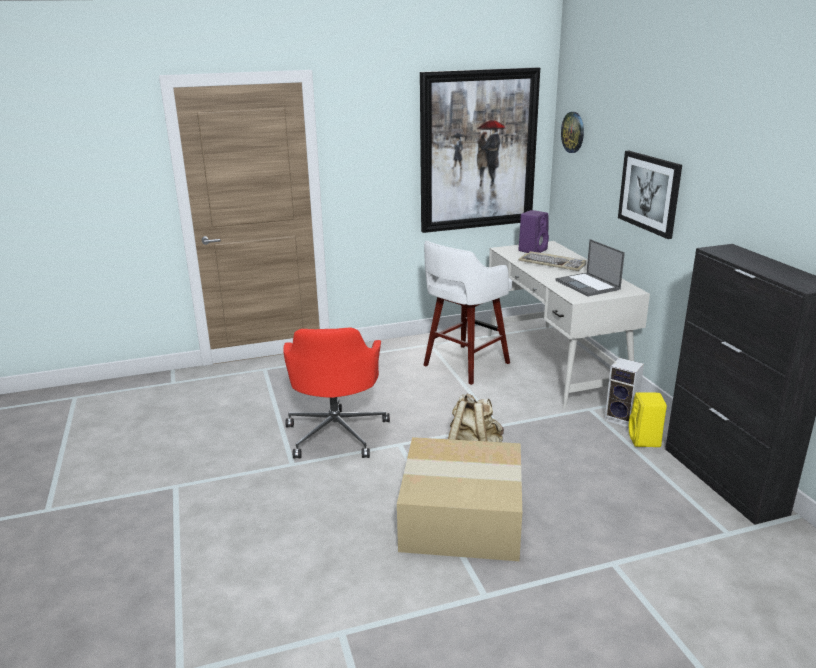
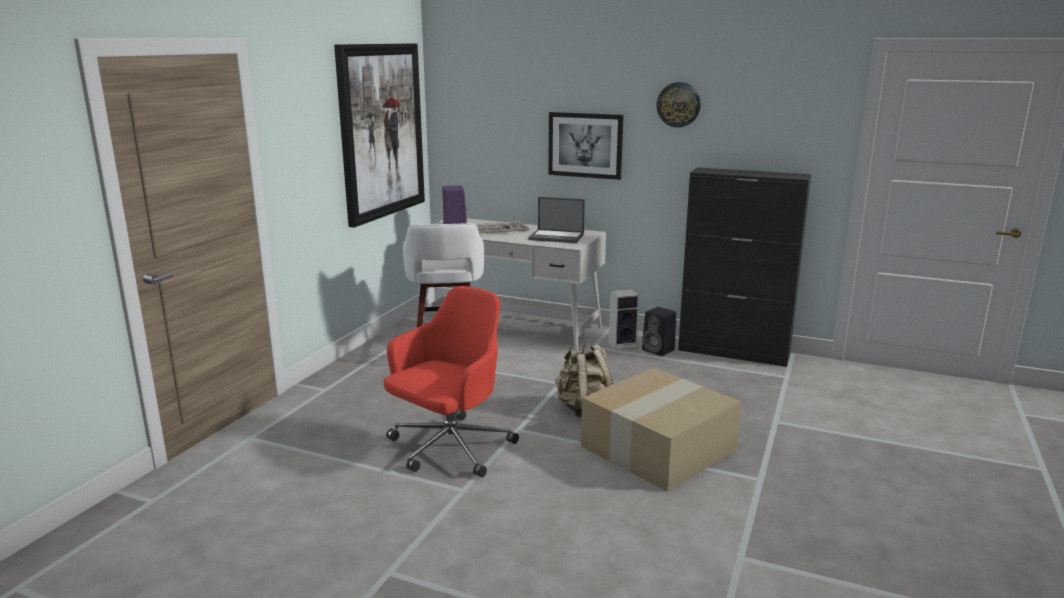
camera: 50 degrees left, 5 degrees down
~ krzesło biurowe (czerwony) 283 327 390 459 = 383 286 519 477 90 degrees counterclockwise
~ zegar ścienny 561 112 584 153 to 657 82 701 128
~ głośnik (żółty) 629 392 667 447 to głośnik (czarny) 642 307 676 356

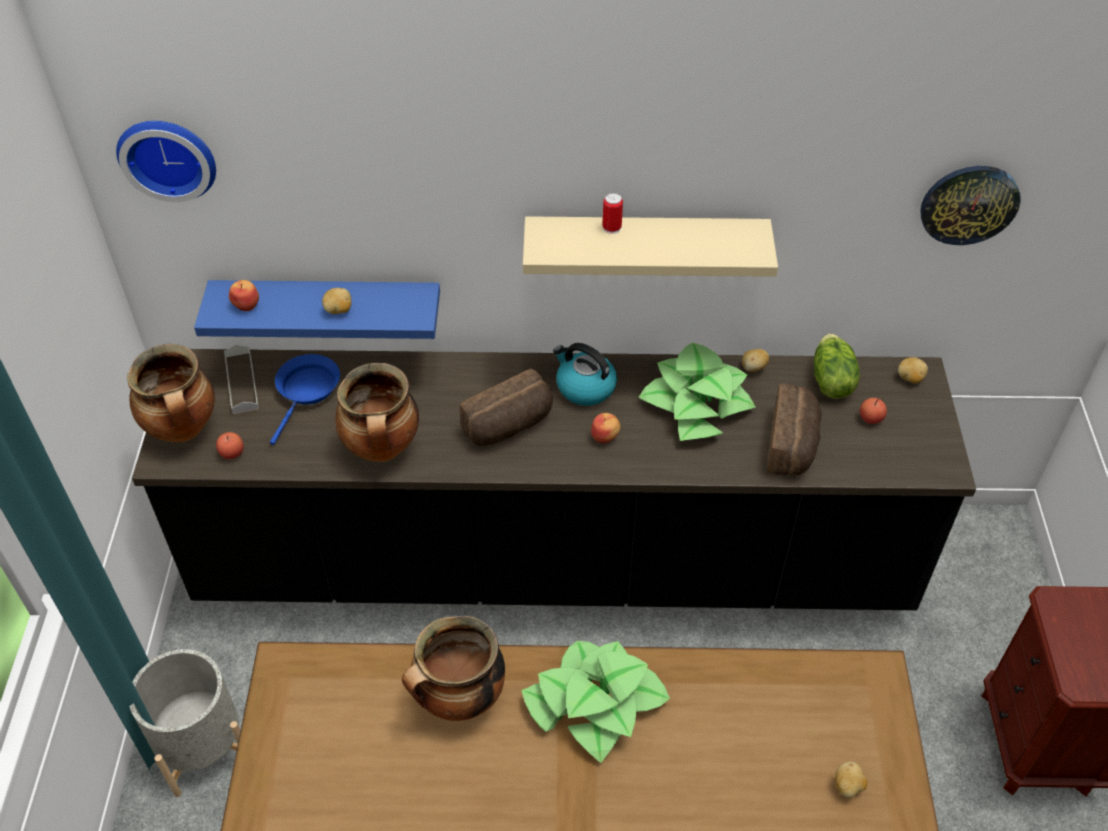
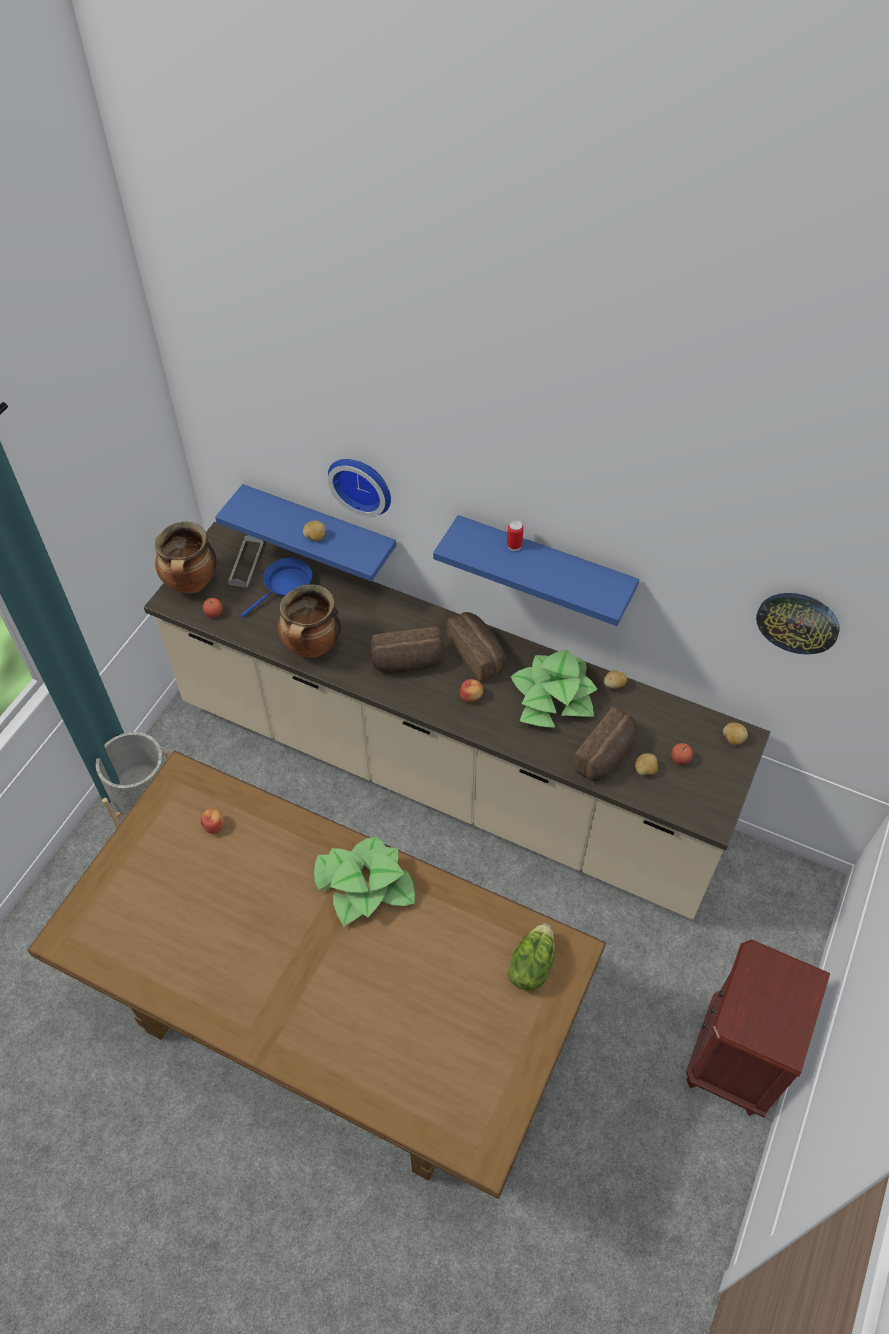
camera: 25 degrees right, 5 degrees up
~ zegar ścienny 116 121 216 202 to 328 459 391 517
~ zabudowa kuchenna (czarny) 132 349 976 610 to zabudowa kuchenna (beżowy) 144 522 771 920
~ jabłko 229 280 259 311 to 200 808 224 834
- garnek 402 616 505 721
~ półka (beżowy) 523 216 778 277 to półka (niebieski) 433 515 639 626
~ czajnik 553 343 617 406 to chleb 447 612 506 682
~ sałata 814 334 860 399 to 508 923 555 991
~ ziemniak 835 762 868 798 to 635 753 658 775

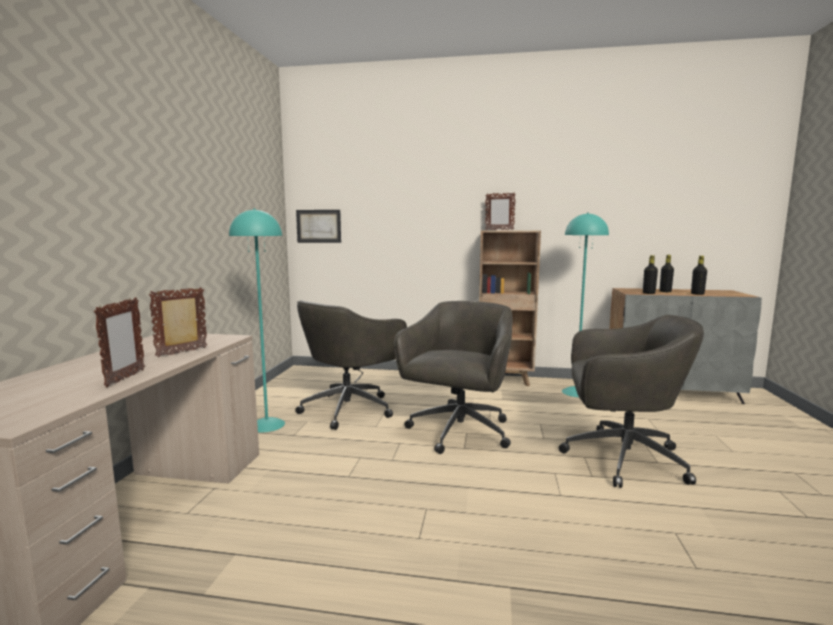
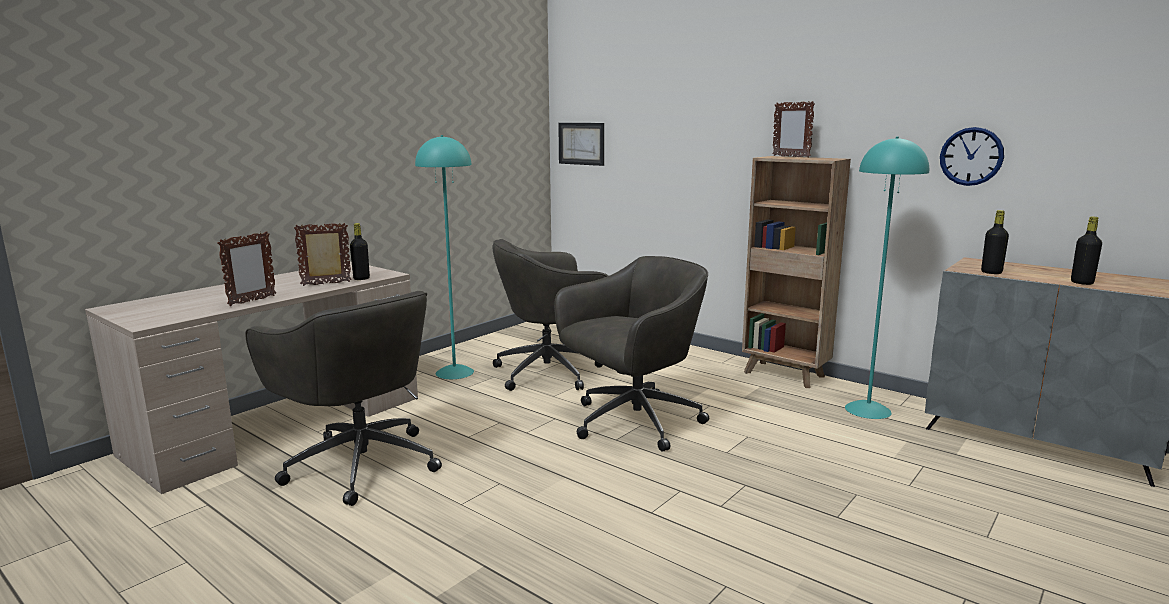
camera: 30 degrees right, 5 degrees up
~ krzesło biurowe (szary) 558 315 704 488 to 245 291 442 506
~ butelka (czarny) 660 255 674 292 to 350 223 370 280
+ zegar ścienny 940 127 1004 186

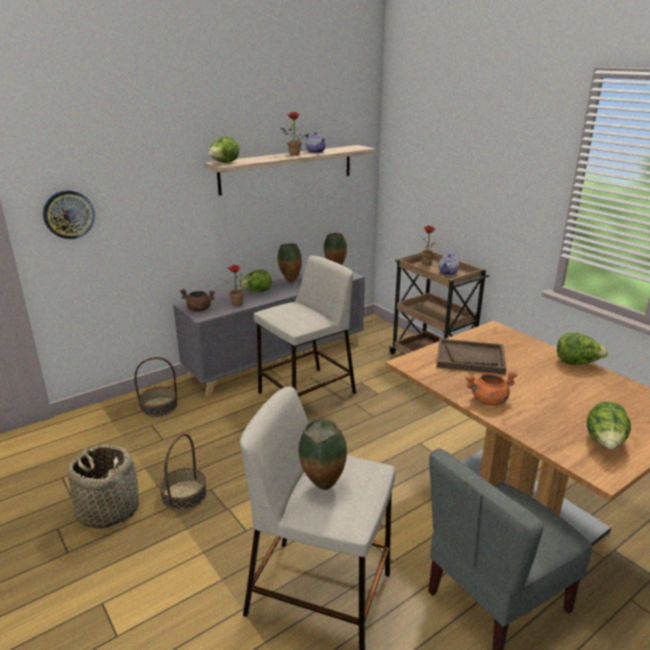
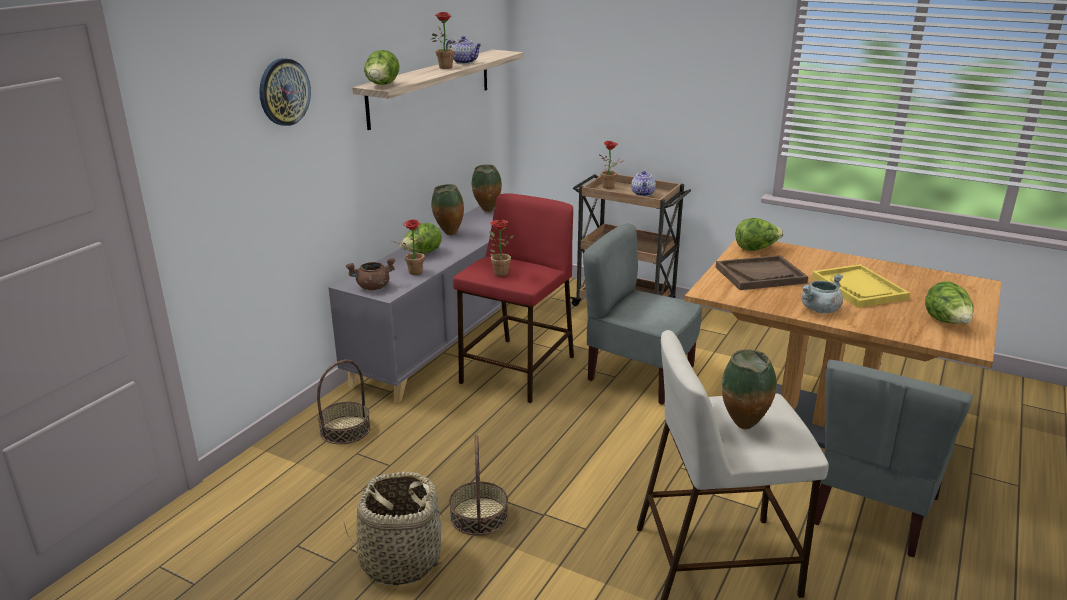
camera: 25 degrees left, 0 degrees up
~ zegar ścienny 43 190 95 239 to 259 58 311 126
~ stołek (beżowy) 254 256 356 396 to stołek (czerwony) 453 194 574 403
~ garnek (pomarańczowy) 465 372 518 406 to garnek (szary) 801 274 843 313
~ sałata 557 333 609 365 to 736 218 784 251
+ roślina doniczkowa 489 220 514 277
+ krzesło (szary) 583 224 702 405
+ taca (żółty) 812 264 910 308

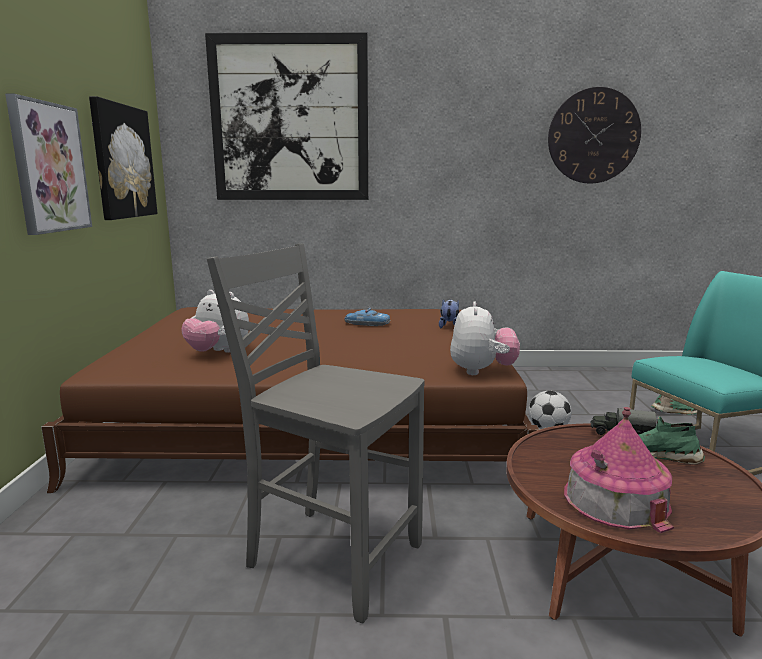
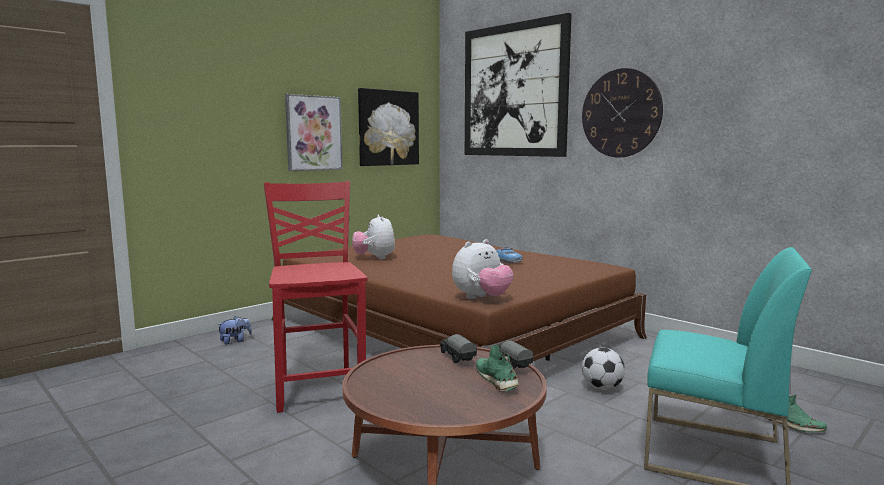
camera: 45 degrees right, 5 degrees down
~ krzesło (szary) 207 243 425 623 to krzesło (czerwony) 264 181 367 413
~ pluszak 439 299 459 328 to 217 316 252 344
~ zegar ścienny 548 87 641 183 to 582 68 663 157
- domek 564 407 674 533
+ ciężarówka zabawkowa 440 334 477 363

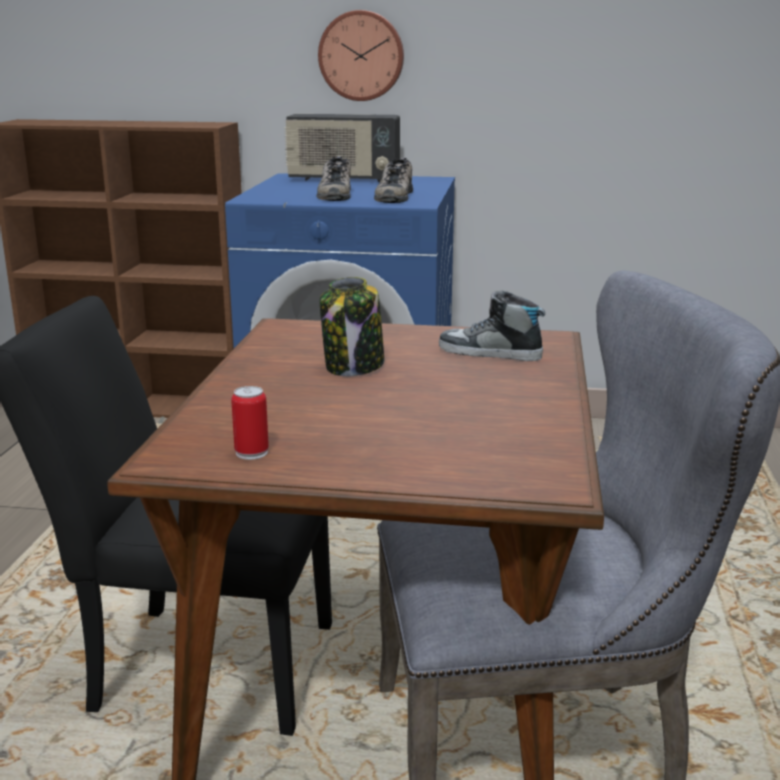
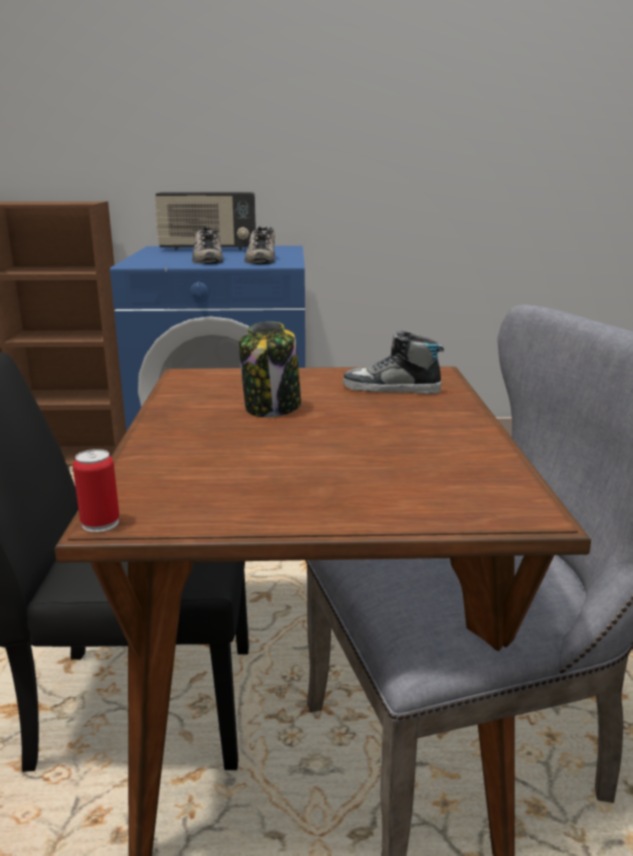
camera: 10 degrees left, 0 degrees up
~ puszka 231 386 269 460 to 73 449 119 533
- zegar ścienny 318 10 404 101

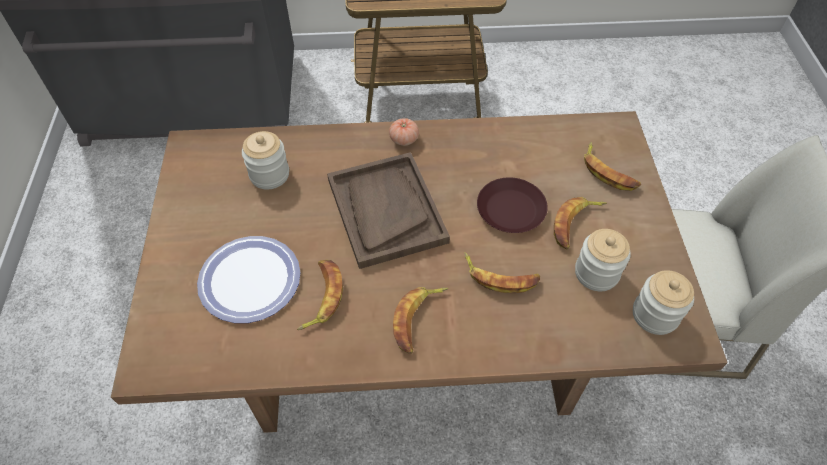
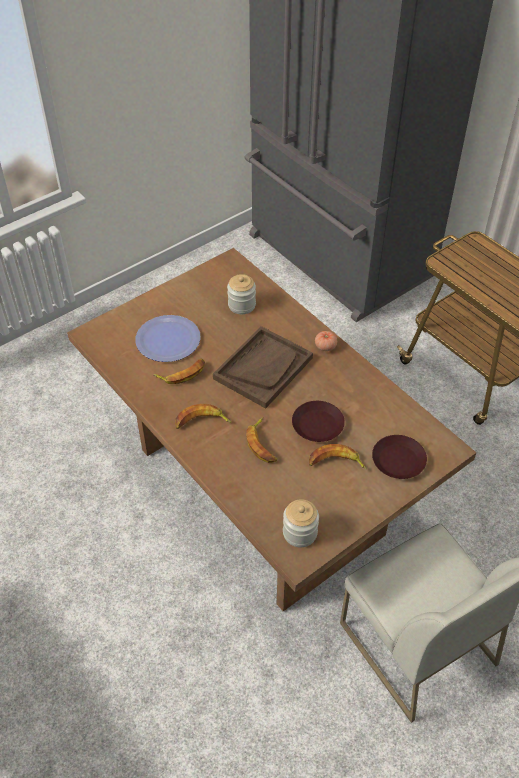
camera: 55 degrees right, 5 degrees down
- słoik 575 229 631 291
~ banan 584 142 641 191 to talerz (brązowy) 372 435 427 479

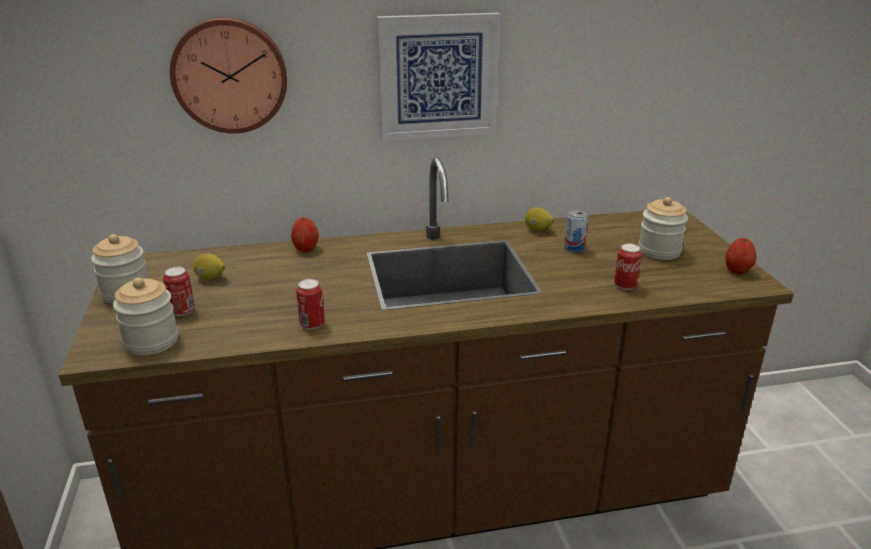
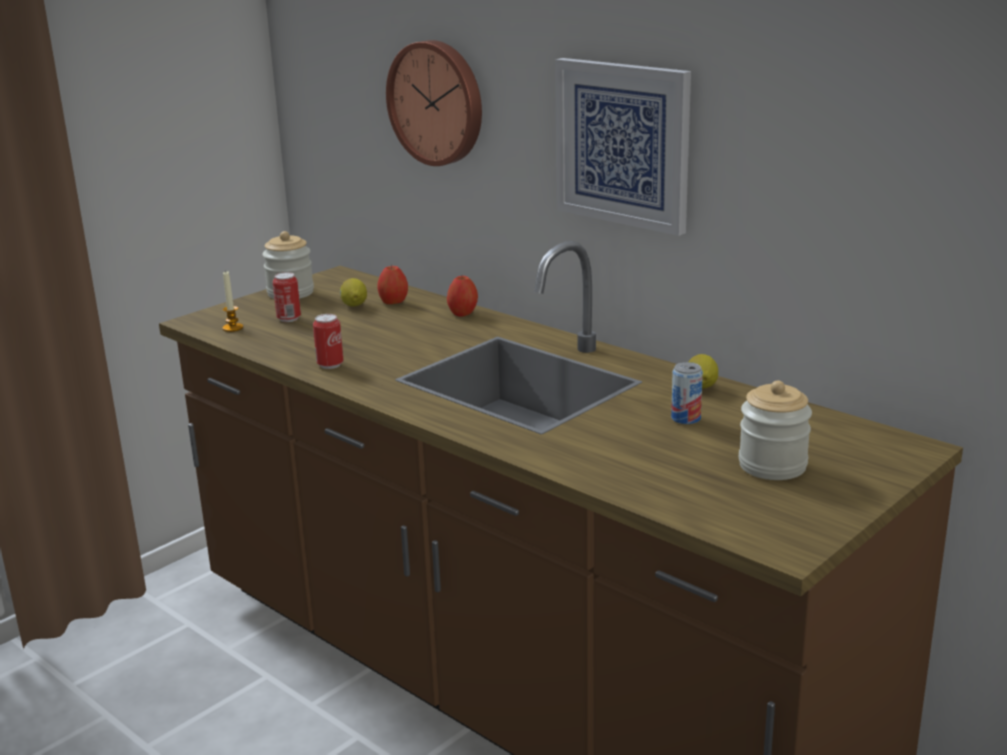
camera: 55 degrees right, 5 degrees down
~ słoik 113 277 178 355 to świeca 223 271 243 332
- puszka 614 243 642 290
~ jabłko 725 238 757 275 to 377 265 408 304

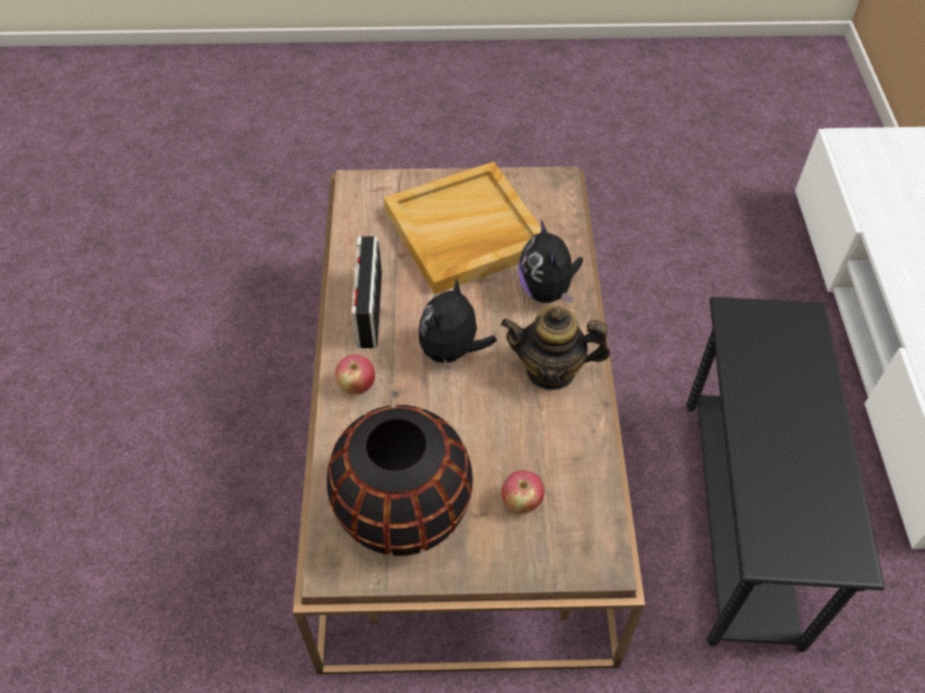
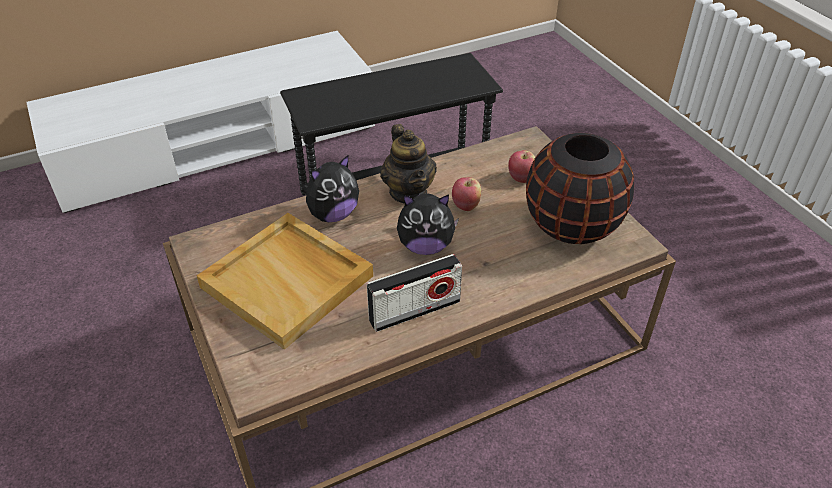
camera: 115 degrees left, 10 degrees down
~ jabłko 335 355 375 395 to 452 177 481 211

